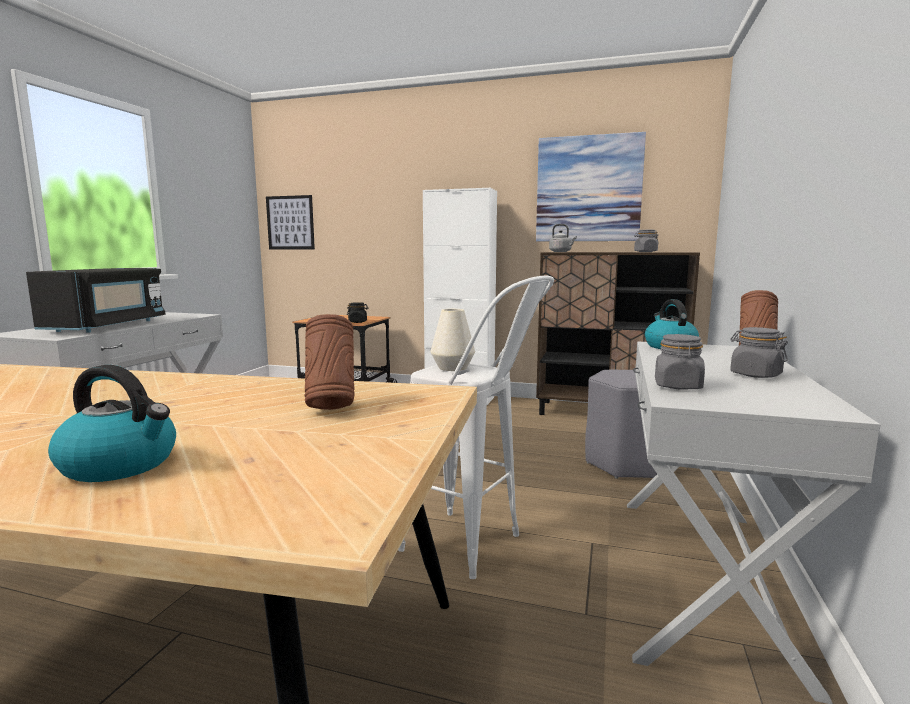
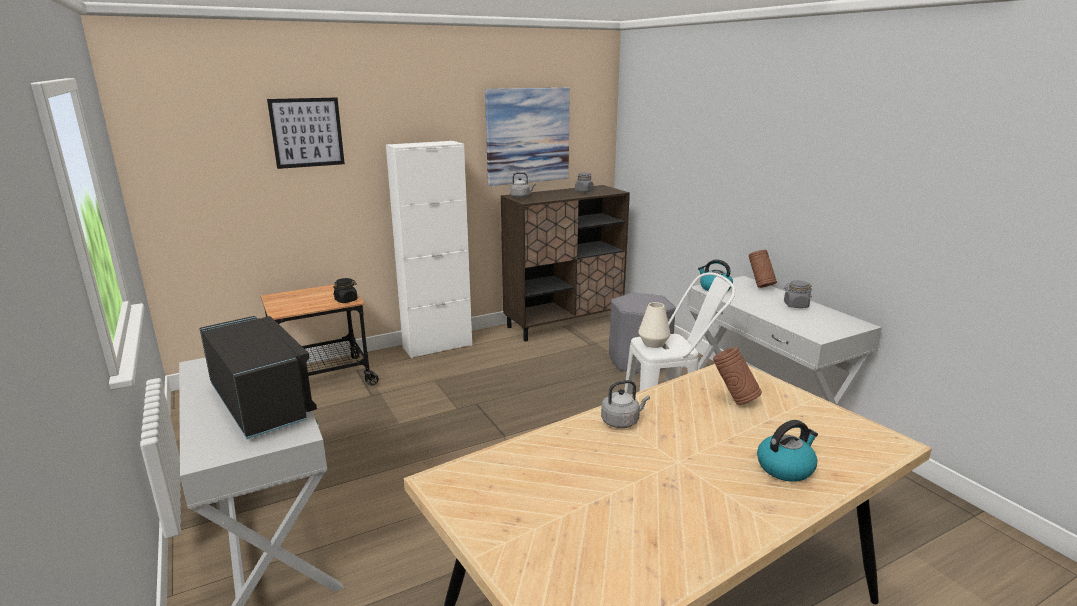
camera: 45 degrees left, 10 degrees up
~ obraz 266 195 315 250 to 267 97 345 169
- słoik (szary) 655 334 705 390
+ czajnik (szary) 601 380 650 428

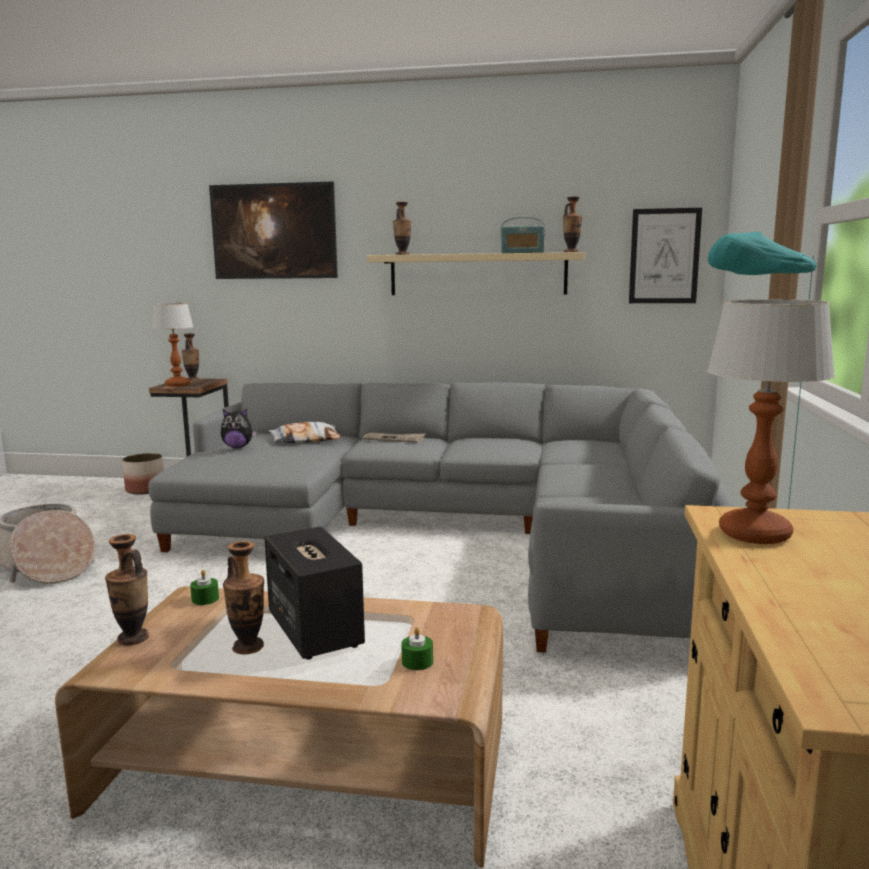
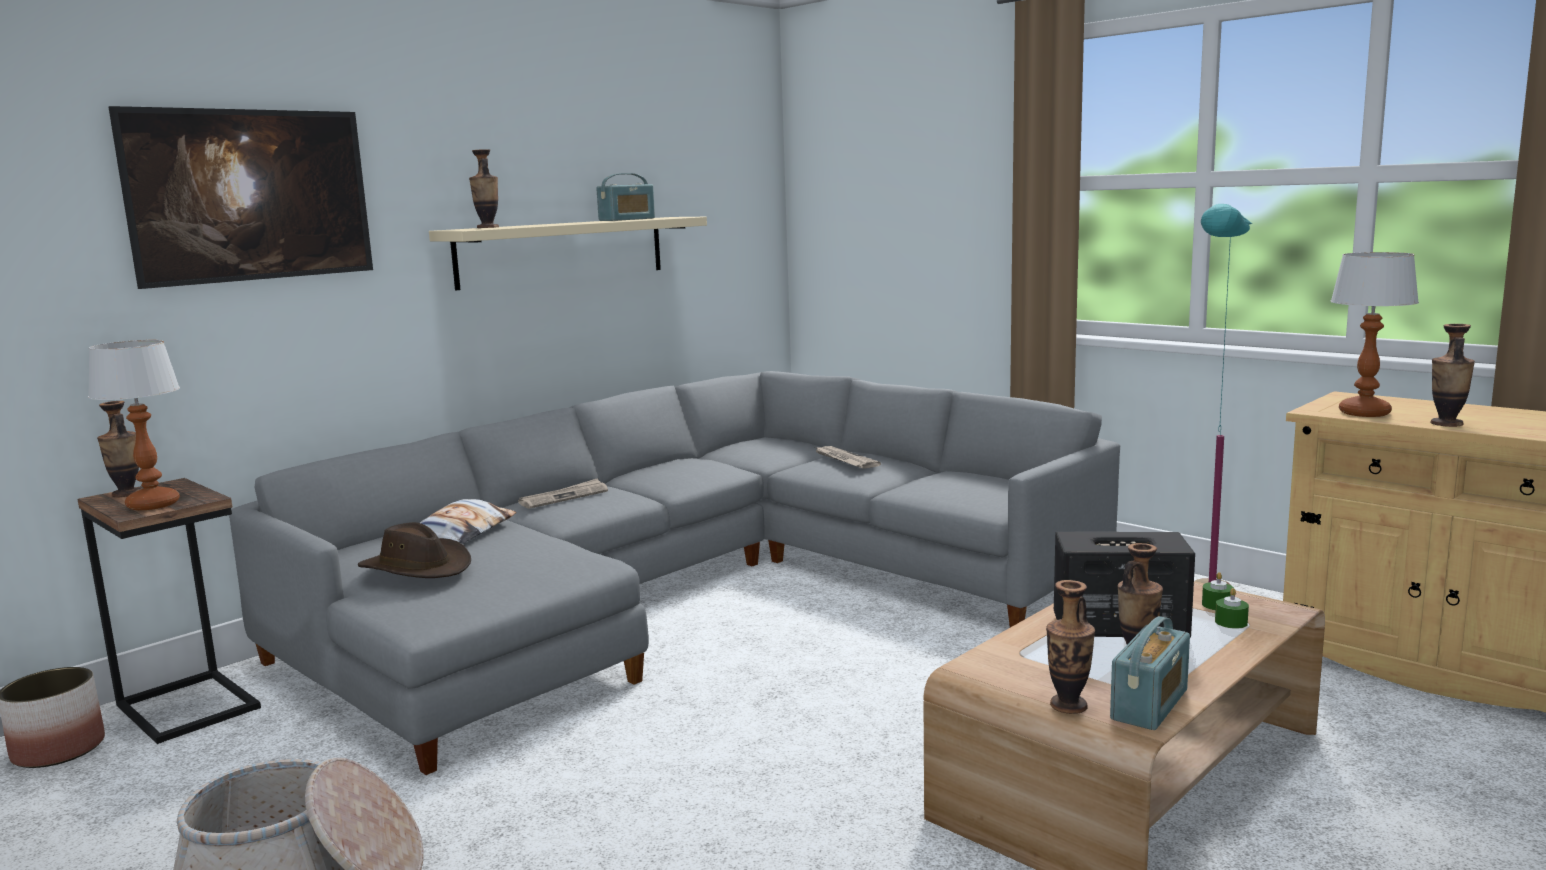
camera: 55 degrees left, 0 degrees up
~ świeca (zielony) 190 570 219 605 to 1215 588 1249 629
~ pluszak 221 409 257 448 to kapelusz (brązowy) 358 522 471 578
~ wazon 563 196 582 252 to 1431 324 1475 427
- obraz 629 208 702 303
+ gazeta 813 446 881 469
+ radio 1110 616 1190 730

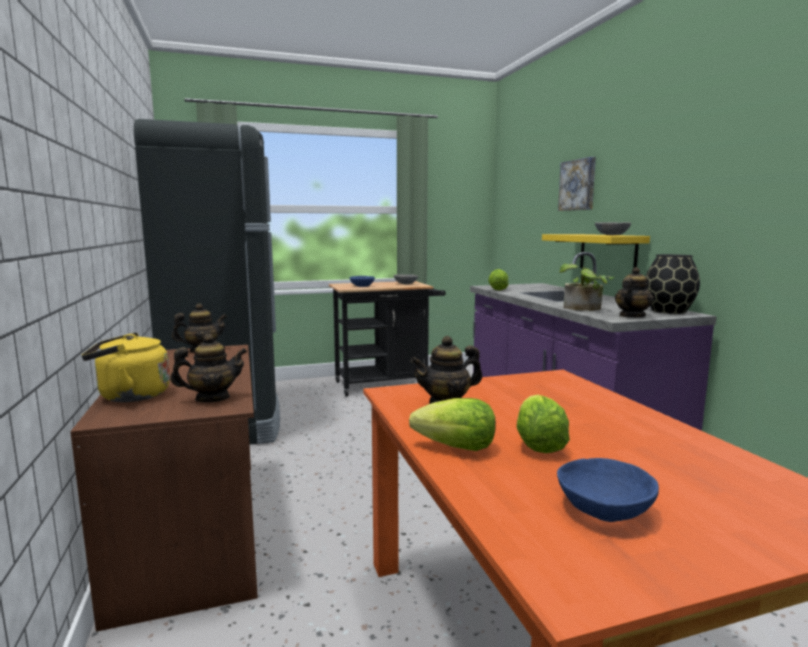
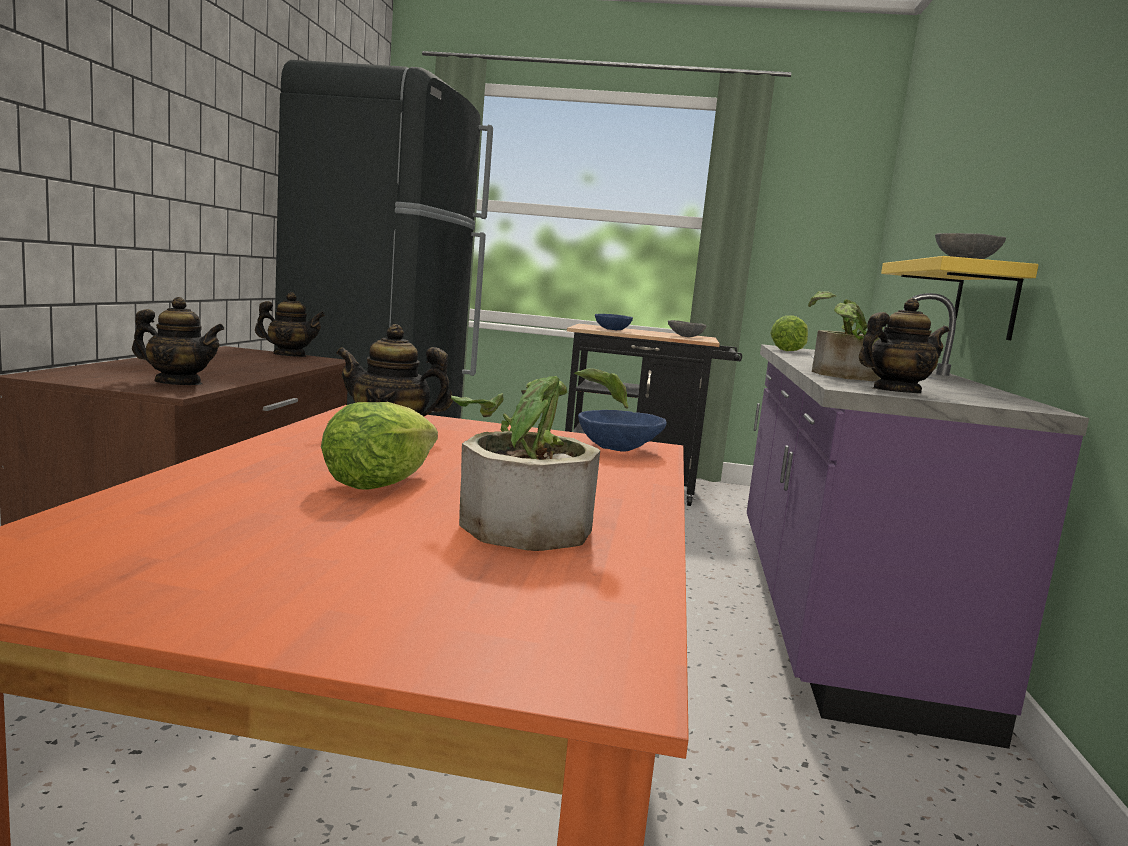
camera: 25 degrees right, 0 degrees up
- czajnik (żółty) 82 332 170 402
- sałata 409 398 496 451
~ miska (niebieski) 557 458 659 522 to 578 410 667 452
- obraz 558 157 596 211
- wazon (czarny) 646 254 700 314
+ roślina doniczkowa 451 368 628 551

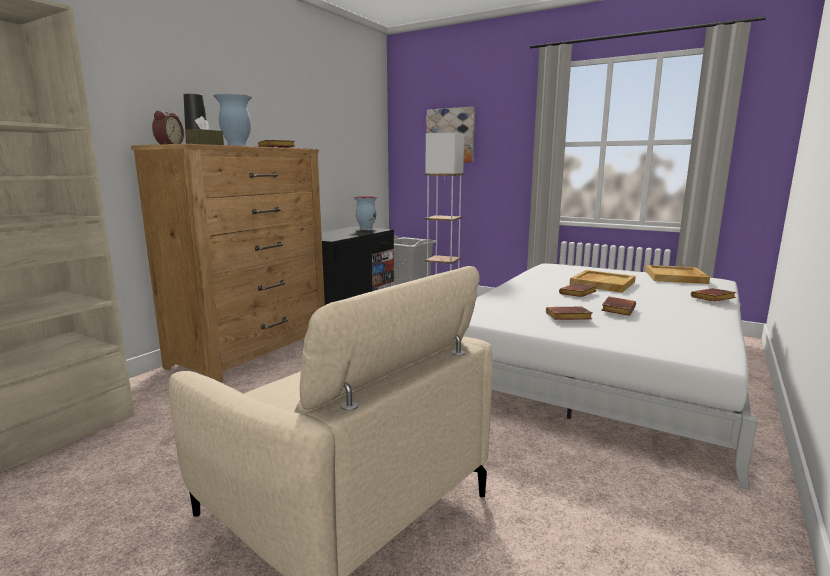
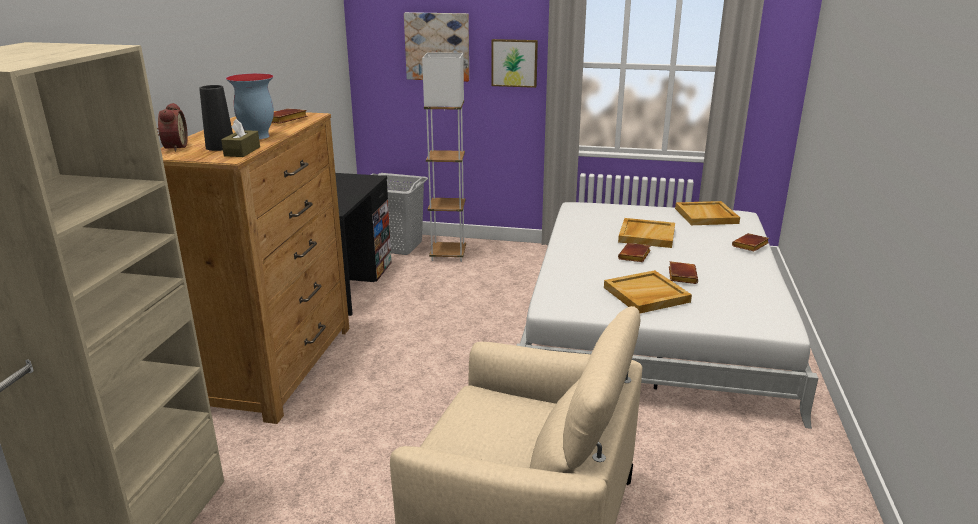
camera: 20 degrees left, 10 degrees up
- wazon 353 196 378 230
~ książka (brązowy) 546 306 592 320 to taca (beżowy) 604 270 692 313
+ obraz 492 39 538 88

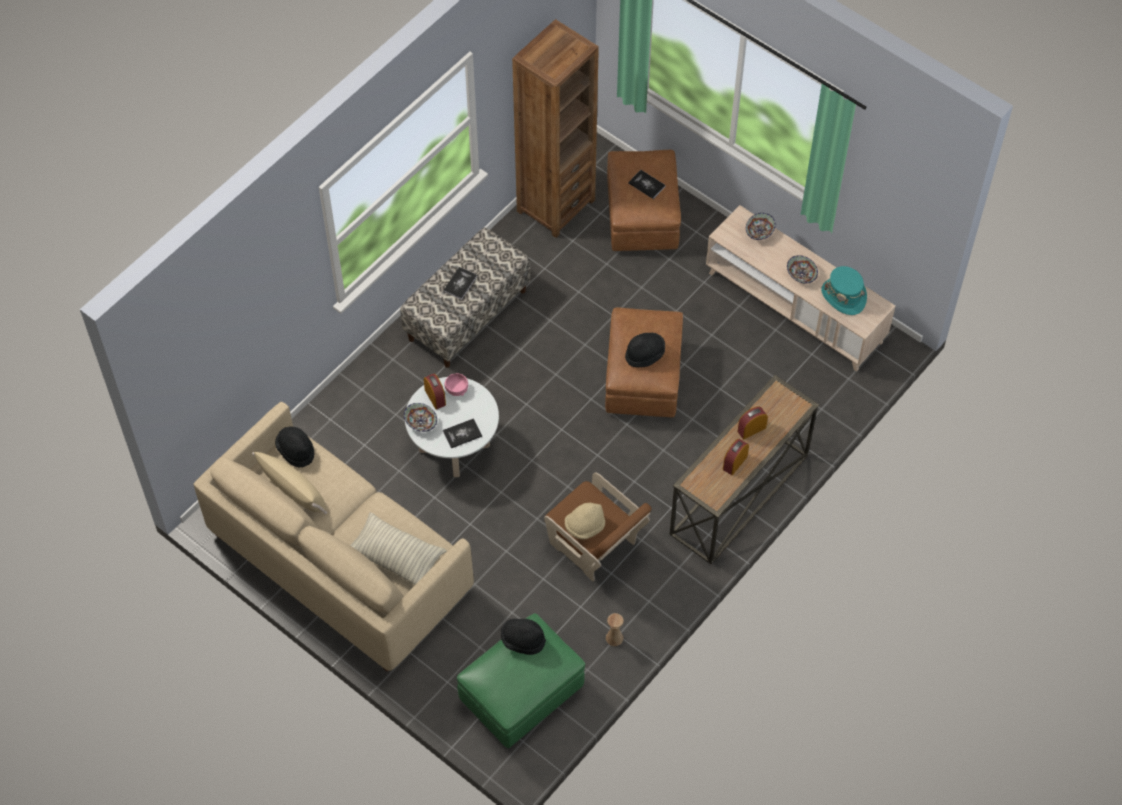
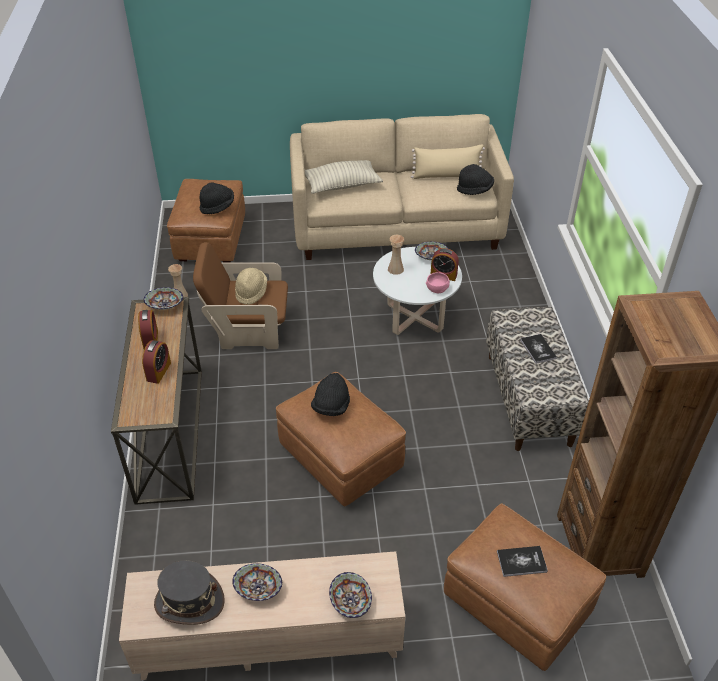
camera: 135 degrees right, 15 degrees down
~ książka 443 418 482 448 to wazon (beżowy) 388 235 404 275
~ pufa (zielony) 457 613 585 748 to pufa (brązowy) 167 179 245 263
~ kapelusz (turkusowy) 821 266 867 315 to kapelusz (szary) 154 560 225 625
+ miska 144 287 183 310

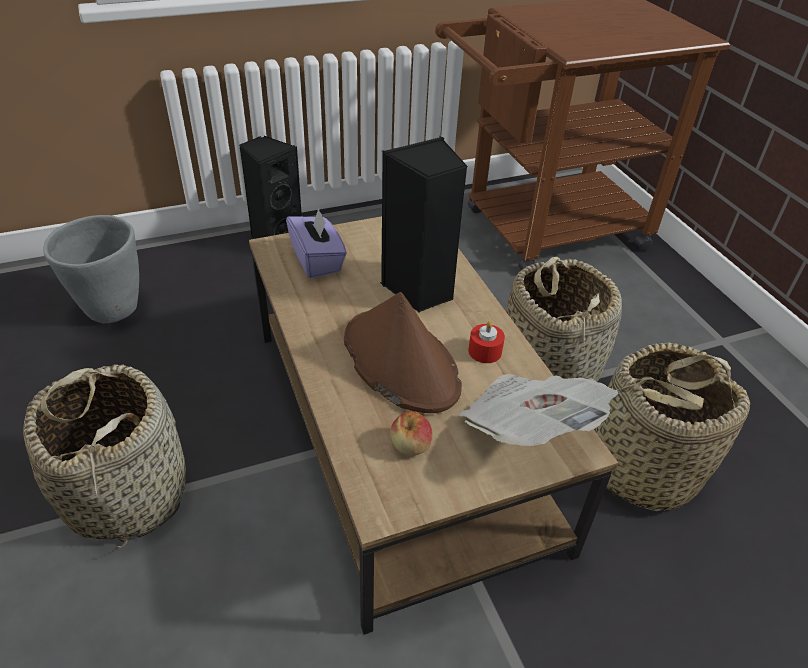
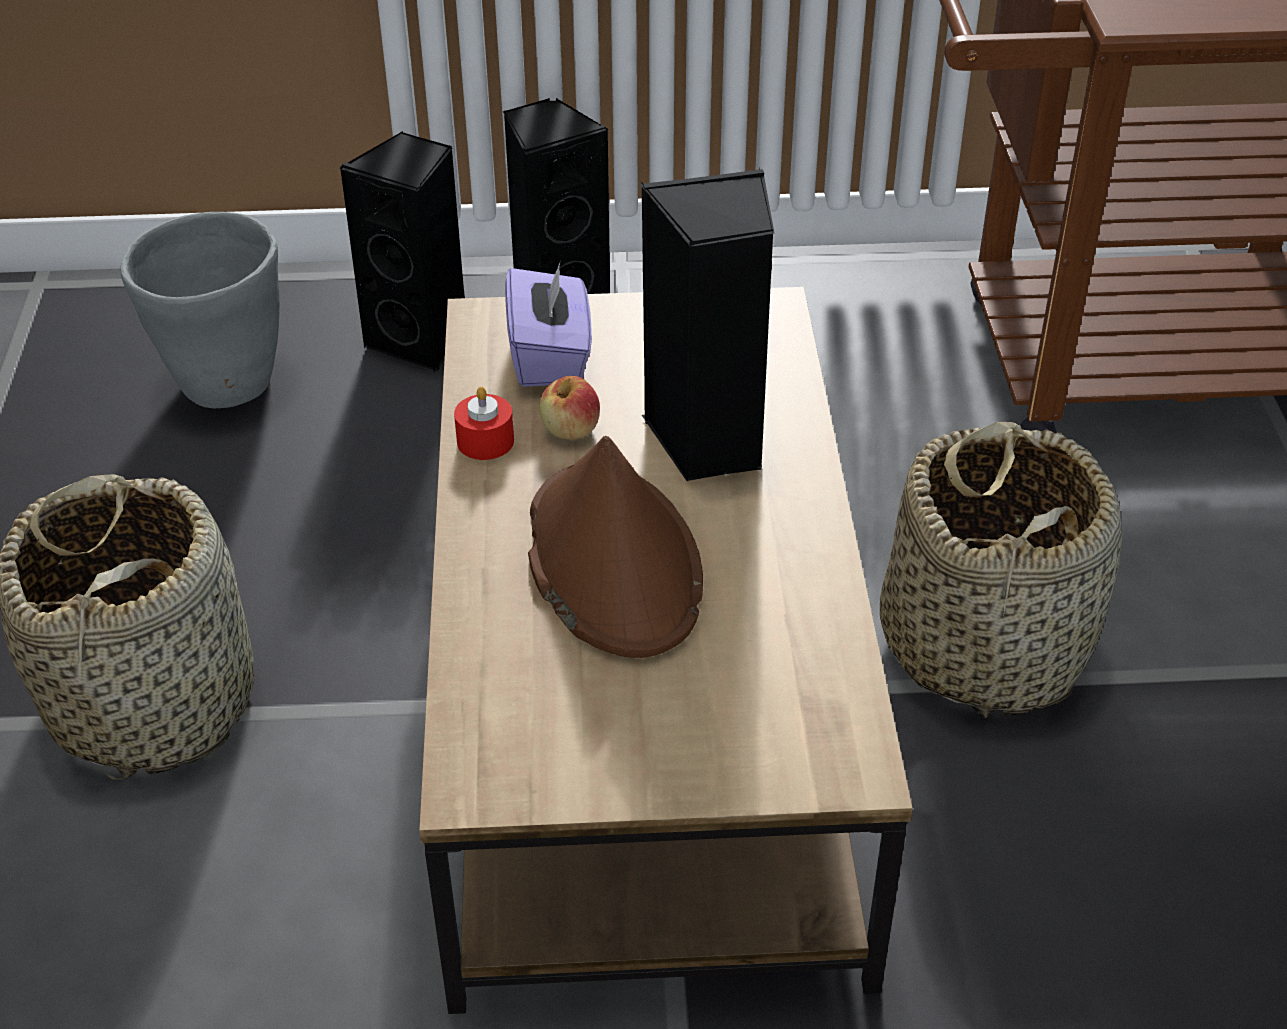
camera: 20 degrees right, 0 degrees up
~ jabłko 390 411 432 456 to 539 376 600 440
- gazeta 458 374 619 446
~ świeca (czerwony) 468 321 505 363 to 454 387 514 460
- koszyk 594 342 750 511
+ głośnik (czarny) 339 131 465 372

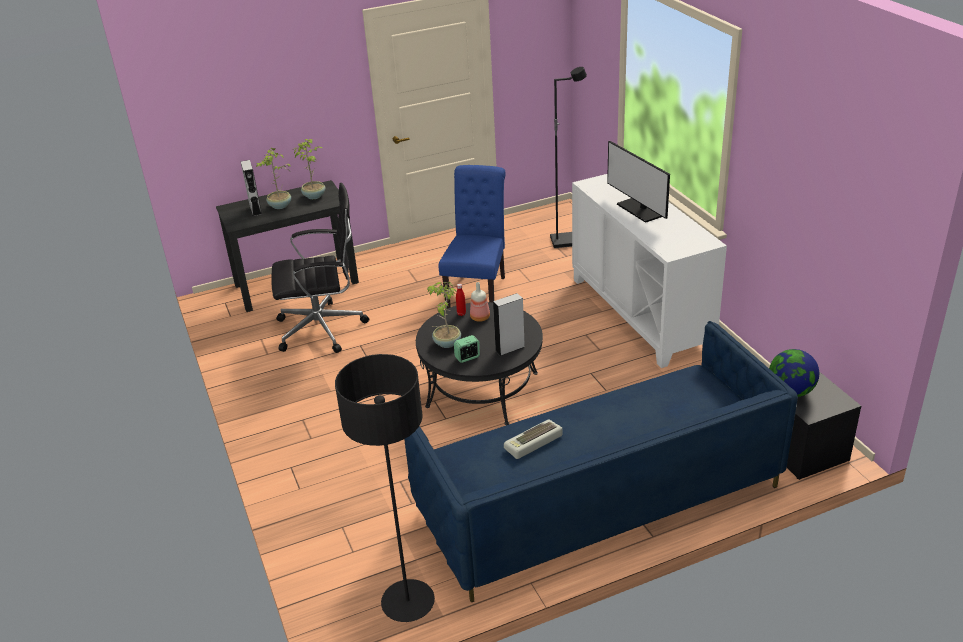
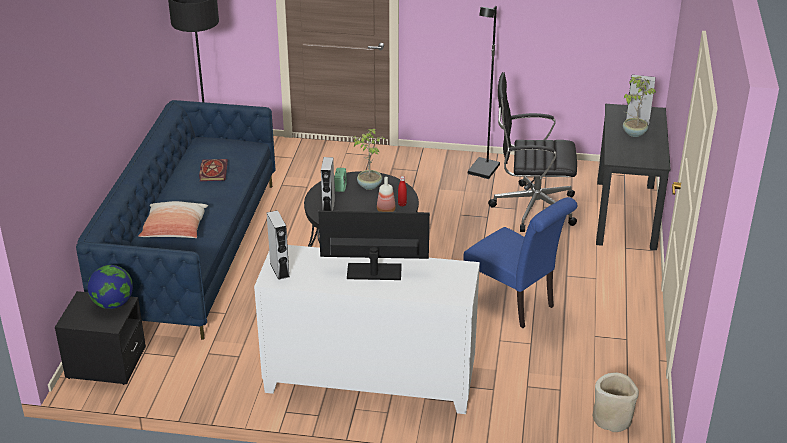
camera: 120 degrees right, 0 degrees up
~ krzesło biurowe (czarny) 271 183 369 353 = 488 72 577 232 75 degrees clockwise
- roślina doniczkowa 294 139 325 199
~ klawiatura 504 420 562 459 to książka 199 159 228 181
~ lampa stojąca (czarny) 550 67 587 248 to 468 6 500 179
+ poduszka 138 201 208 238
+ głośnik (szary) 267 210 290 280
+ donica (beżowy) 593 373 639 432

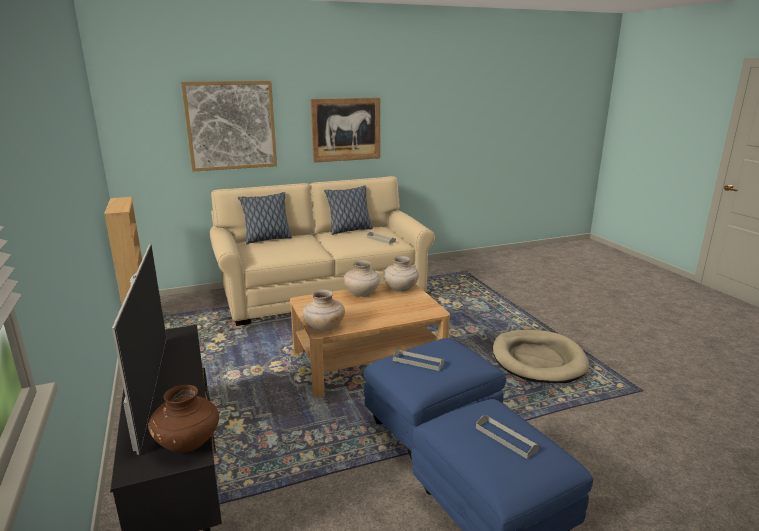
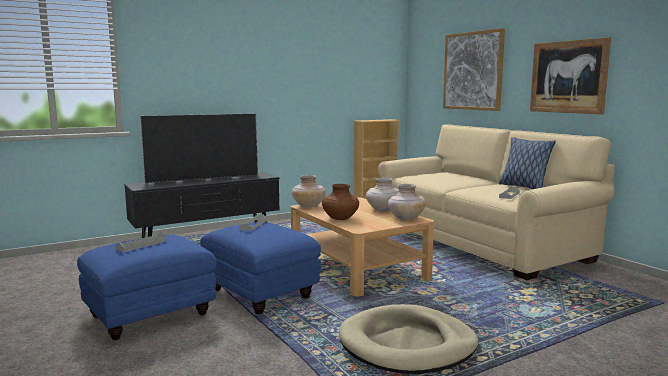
camera: 80 degrees right, 10 degrees down
~ wazon (brązowy) 148 385 219 453 to 322 184 359 220
- poduszka 238 192 292 244

